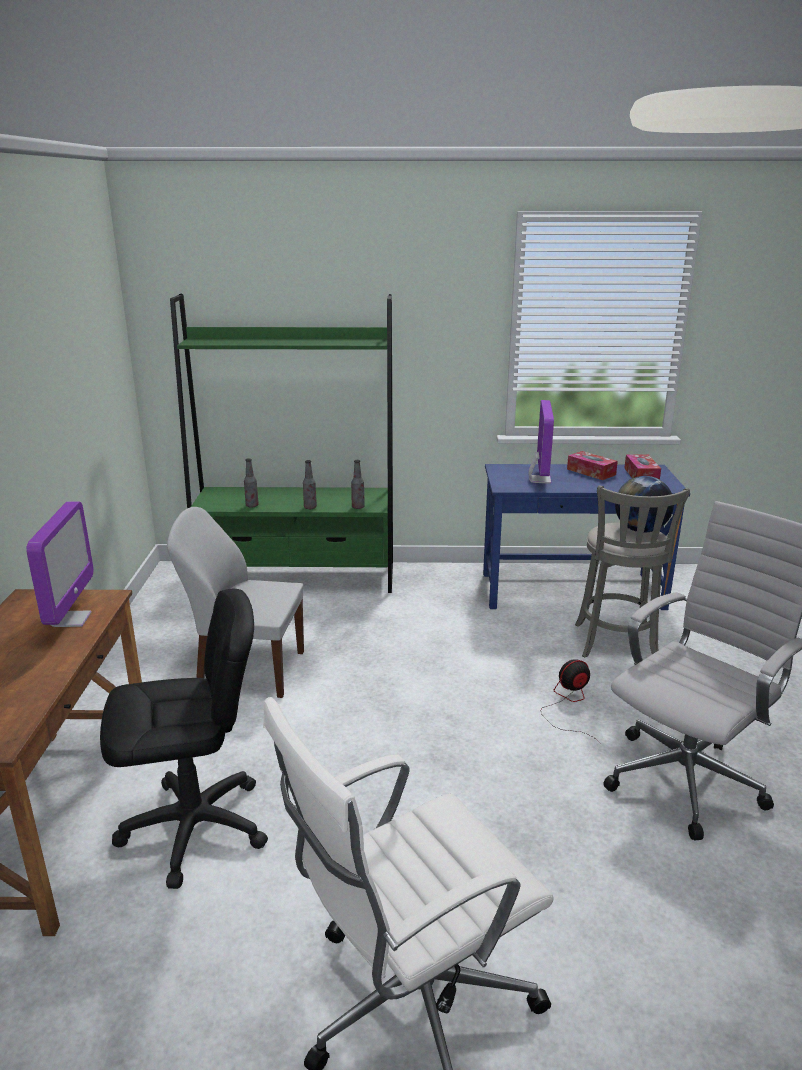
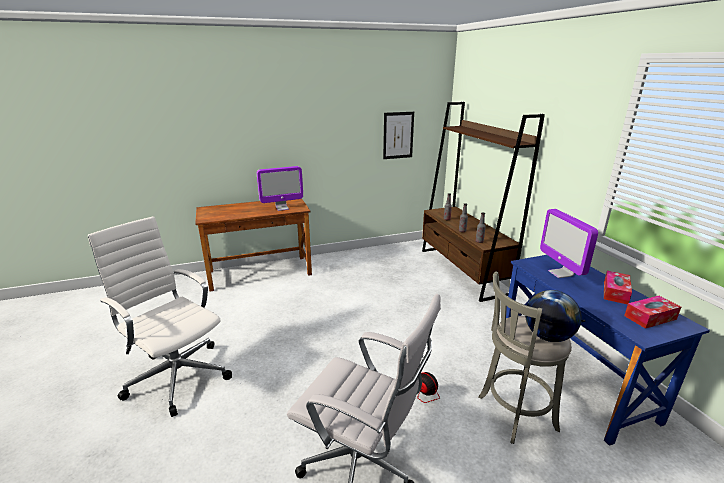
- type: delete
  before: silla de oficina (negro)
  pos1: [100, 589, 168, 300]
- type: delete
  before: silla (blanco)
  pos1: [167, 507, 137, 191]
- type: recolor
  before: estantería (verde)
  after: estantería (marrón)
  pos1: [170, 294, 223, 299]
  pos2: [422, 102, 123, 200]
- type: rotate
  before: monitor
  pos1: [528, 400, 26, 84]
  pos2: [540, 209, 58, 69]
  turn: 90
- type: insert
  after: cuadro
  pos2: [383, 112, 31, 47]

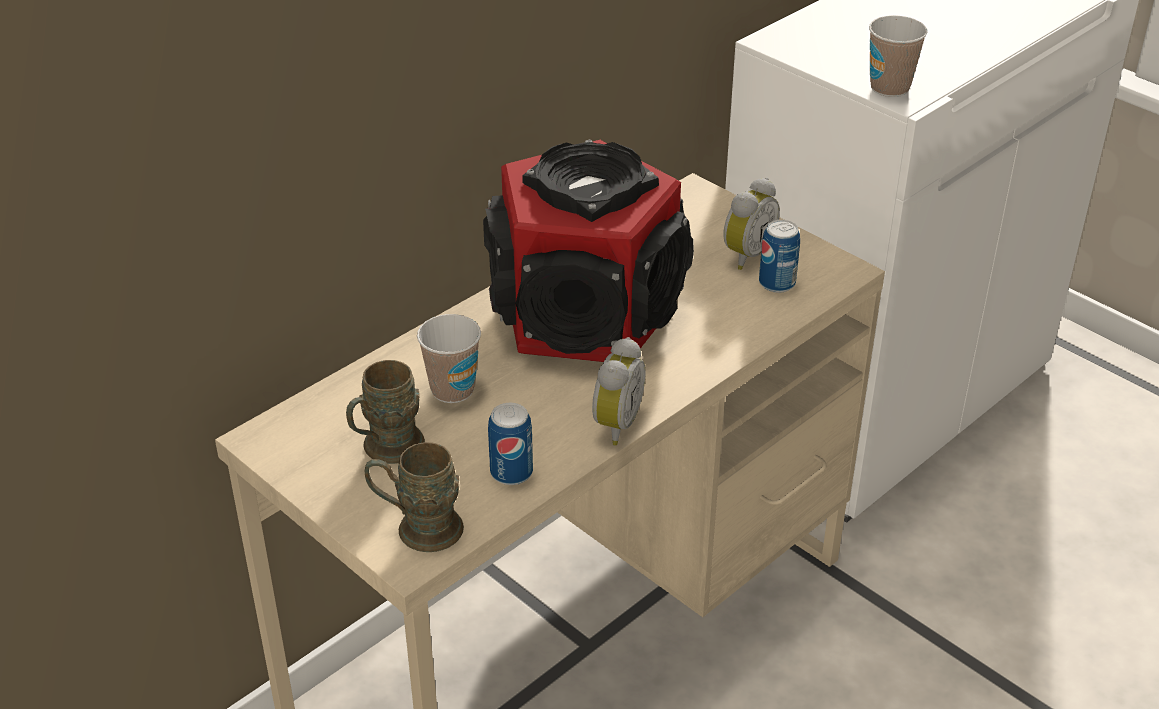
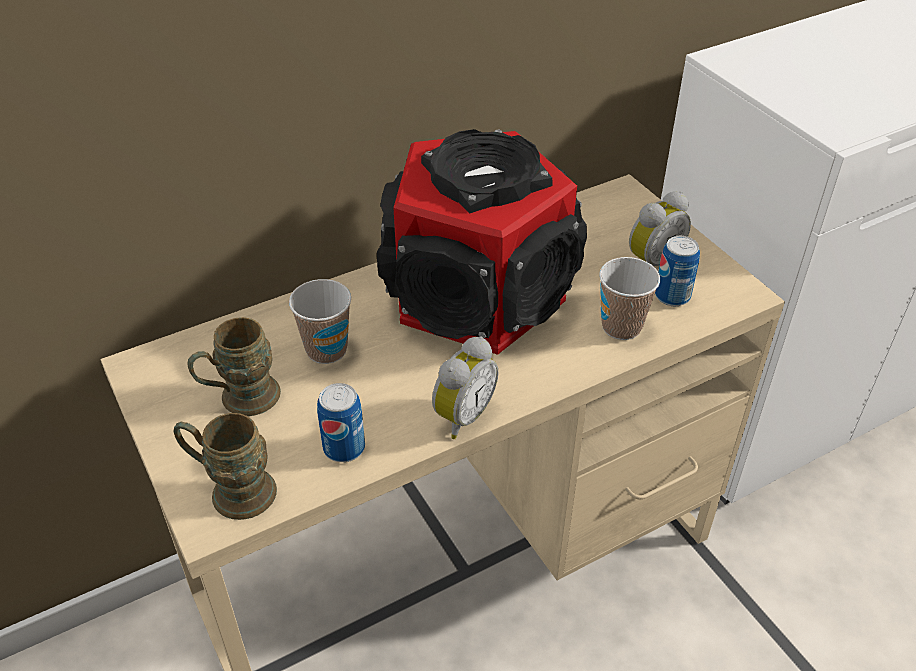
- type: move
  before: taza
  pos1: [869, 16, 59, 81]
  pos2: [599, 257, 61, 83]

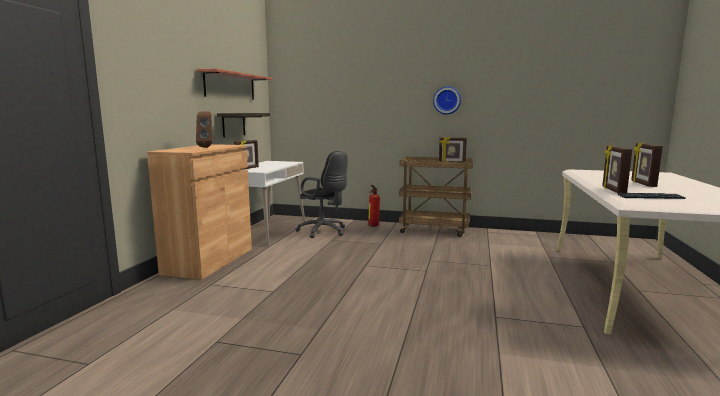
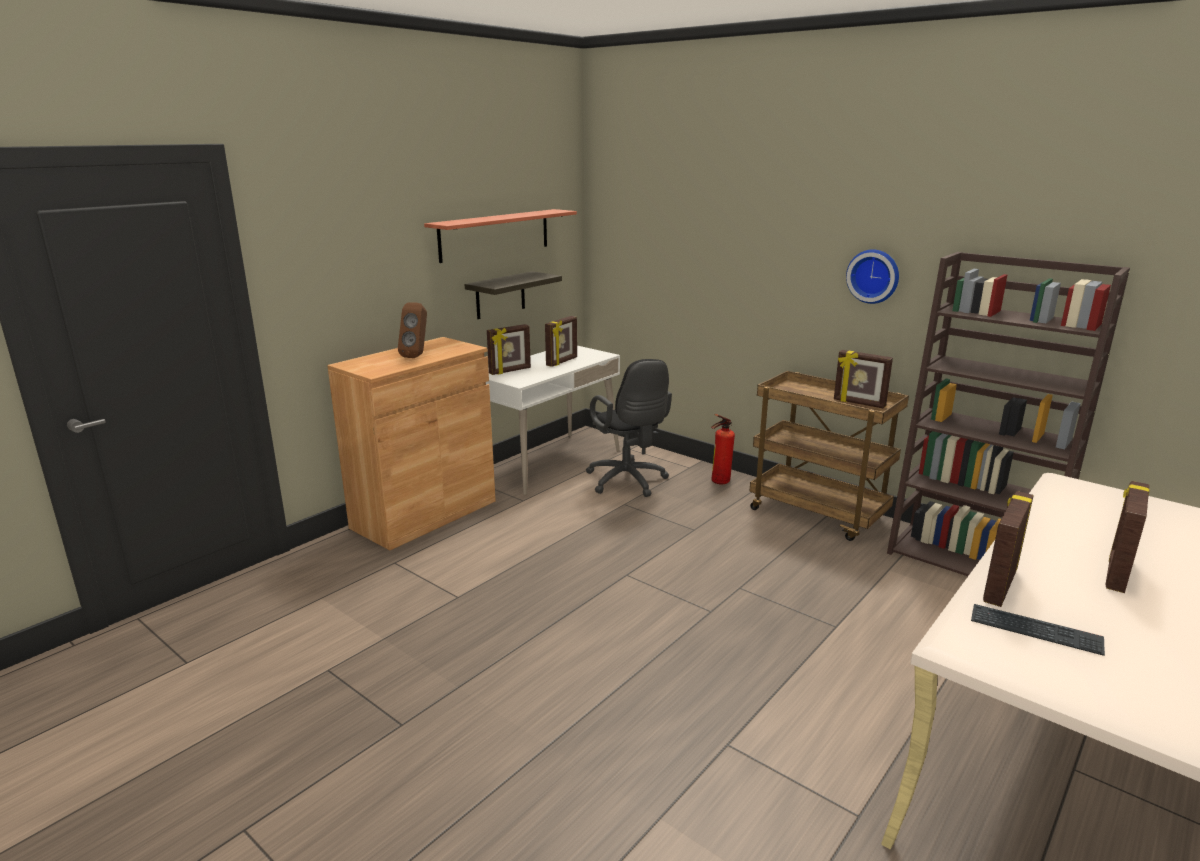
- type: insert
  after: portarretratos
  pos2: [545, 316, 32, 51]
- type: insert
  after: estantería (marrón)
  pos2: [887, 252, 243, 324]

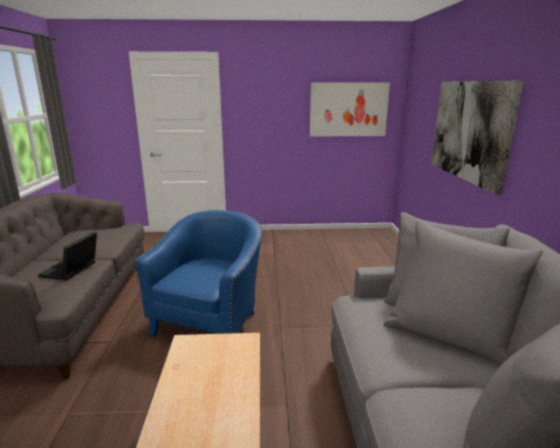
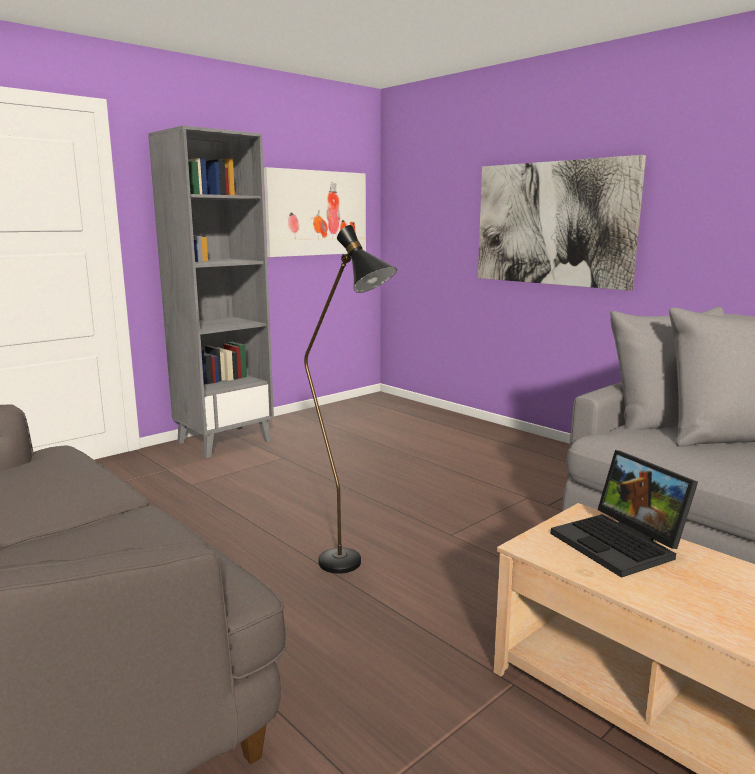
- type: move
  before: portátil
  pos1: [38, 232, 59, 49]
  pos2: [551, 450, 147, 128]
- type: replace
  before: sillón (azul)
  after: lámpara de pie (negro)
  pos1: [135, 210, 127, 127]
  pos2: [304, 225, 93, 349]
- type: insert
  after: estantería (gris)
  pos2: [148, 125, 126, 333]

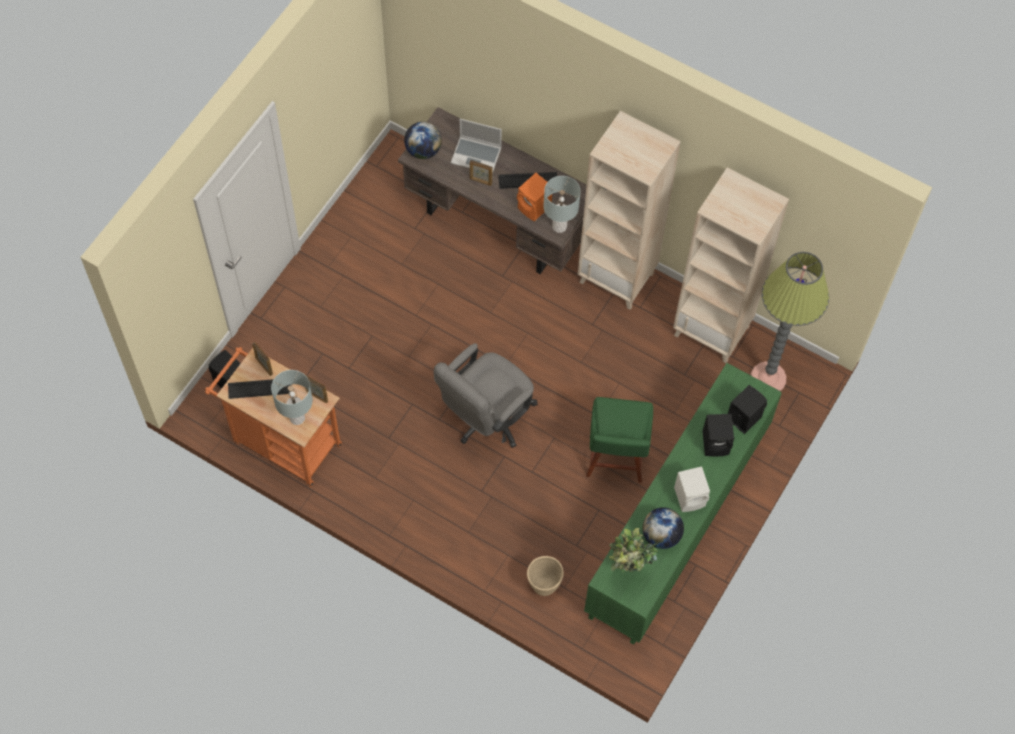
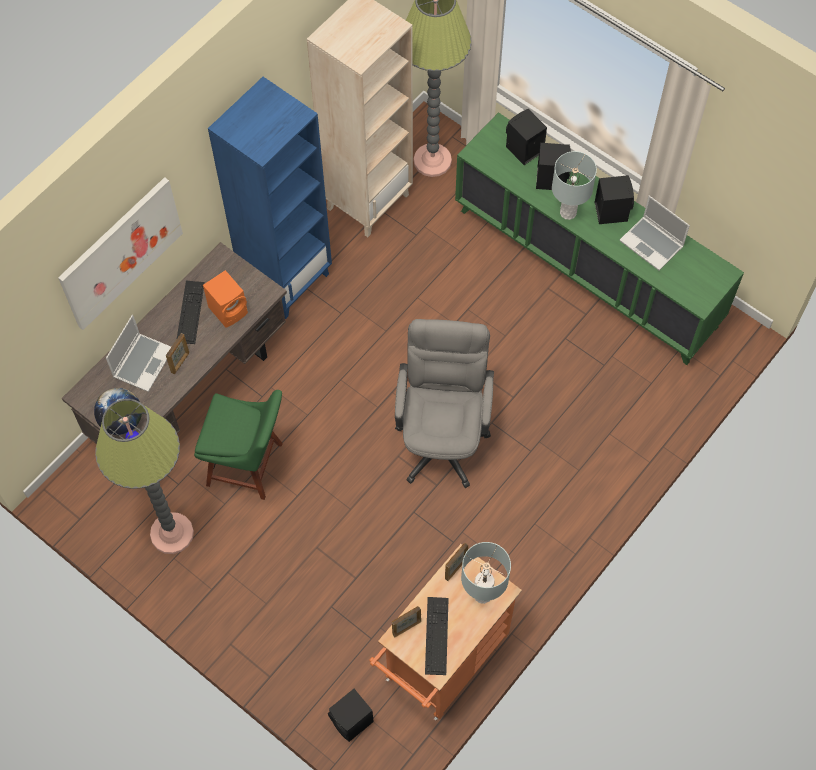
- type: rotate
  before: silla de oficina (gris)
  pos1: [434, 343, 104, 105]
  pos2: [395, 319, 99, 169]
  turn: -135
- type: delete
  before: maceta (beis)
  pos1: [527, 556, 37, 40]
- type: move
  before: lámpara de mesa (gris)
  pos1: [543, 176, 38, 57]
  pos2: [552, 151, 45, 69]
- type: recolor
  before: estantería (beis)
  after: estantería (azul)
  pos1: [578, 111, 103, 199]
  pos2: [208, 77, 124, 242]
- type: move
  before: silla (verde)
  pos1: [586, 397, 67, 86]
  pos2: [194, 390, 89, 110]
- type: delete
  before: planta en maceta
  pos1: [609, 528, 49, 45]
- type: replace
  before: globo terráqueo
  after: portátil
  pos1: [642, 507, 42, 42]
  pos2: [619, 195, 71, 76]
- type: recolor
  before: altavoz (blanco)
  after: altavoz (negro)
  pos1: [674, 466, 36, 46]
  pos2: [595, 175, 39, 49]
- type: insert
  after: cuadro
  pos2: [58, 177, 125, 153]
- type: insert
  after: lámpara de pie
  pos2: [95, 399, 99, 155]

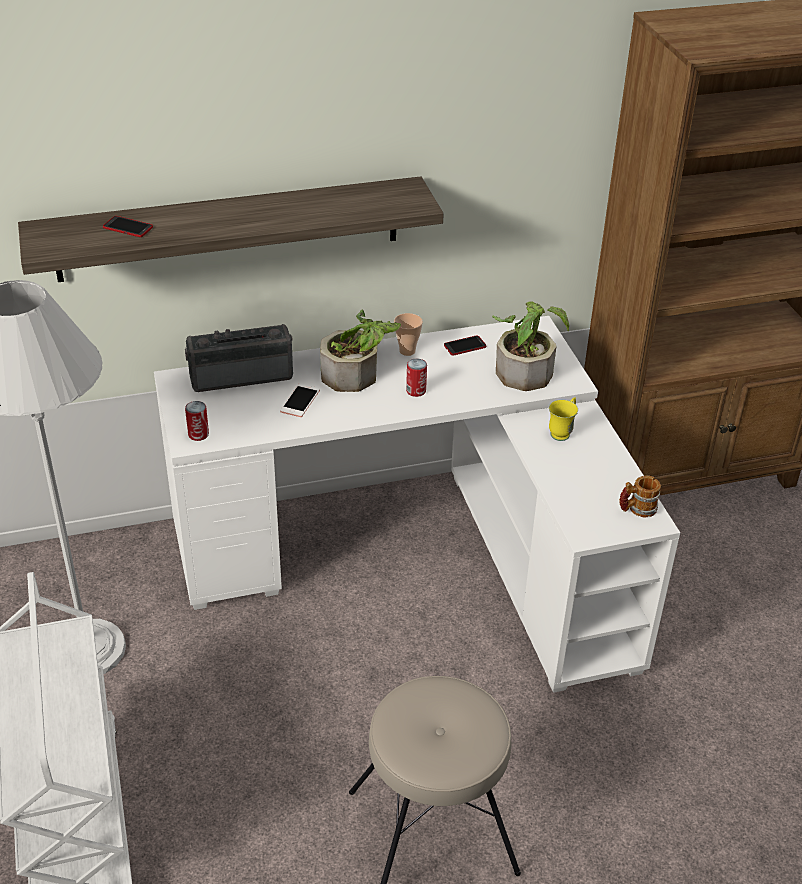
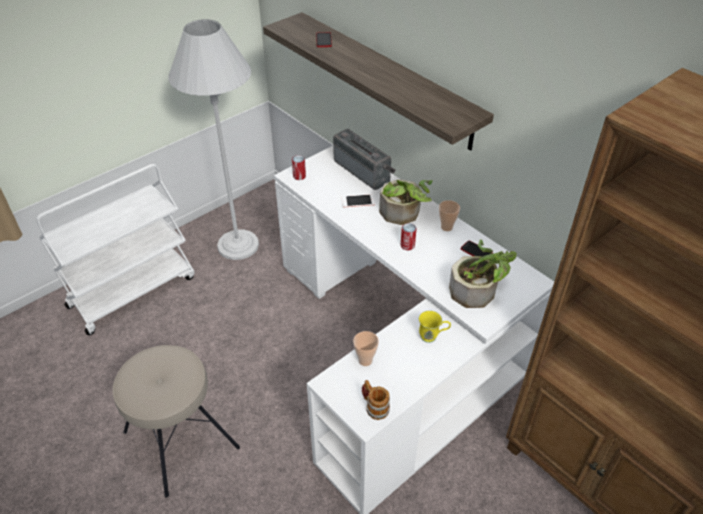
- type: insert
  after: taza
  pos2: [353, 331, 26, 35]

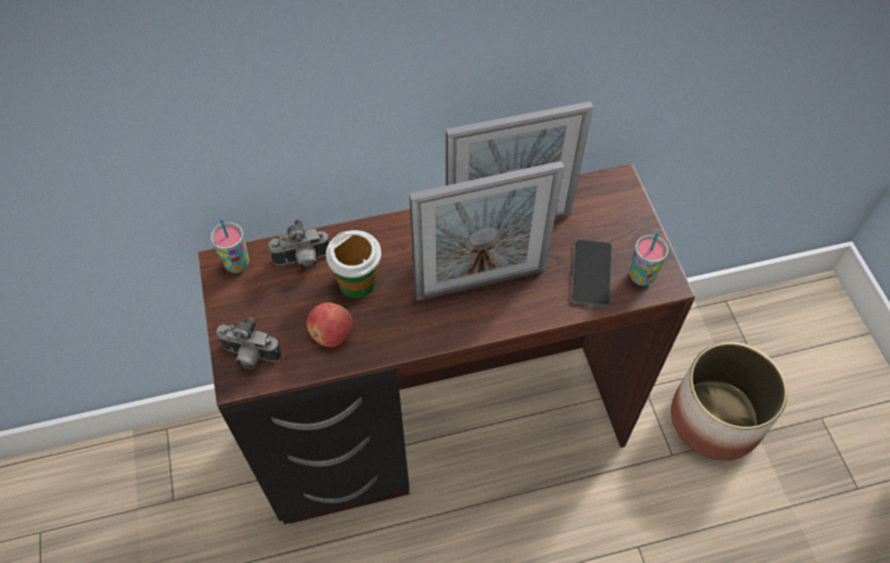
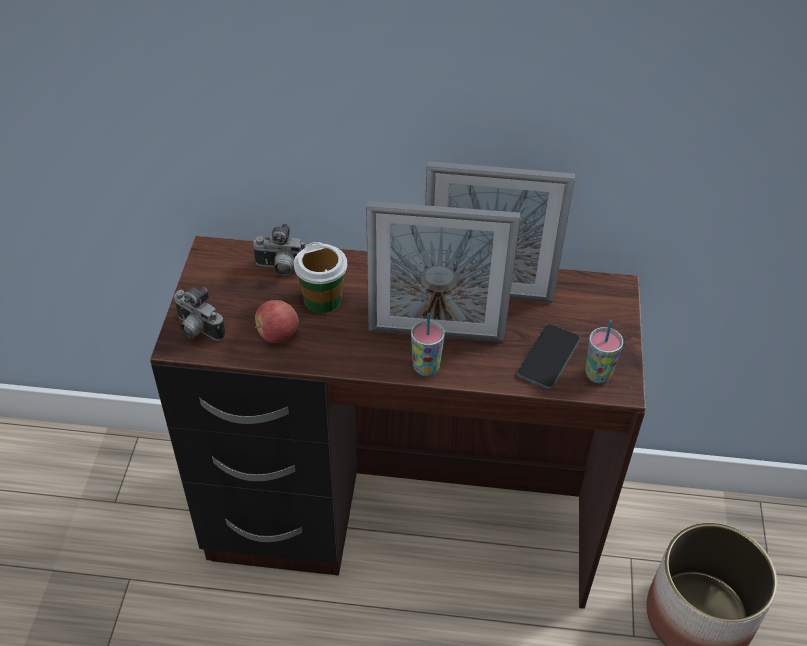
- type: move
  before: taza
  pos1: [211, 219, 38, 54]
  pos2: [411, 313, 34, 63]

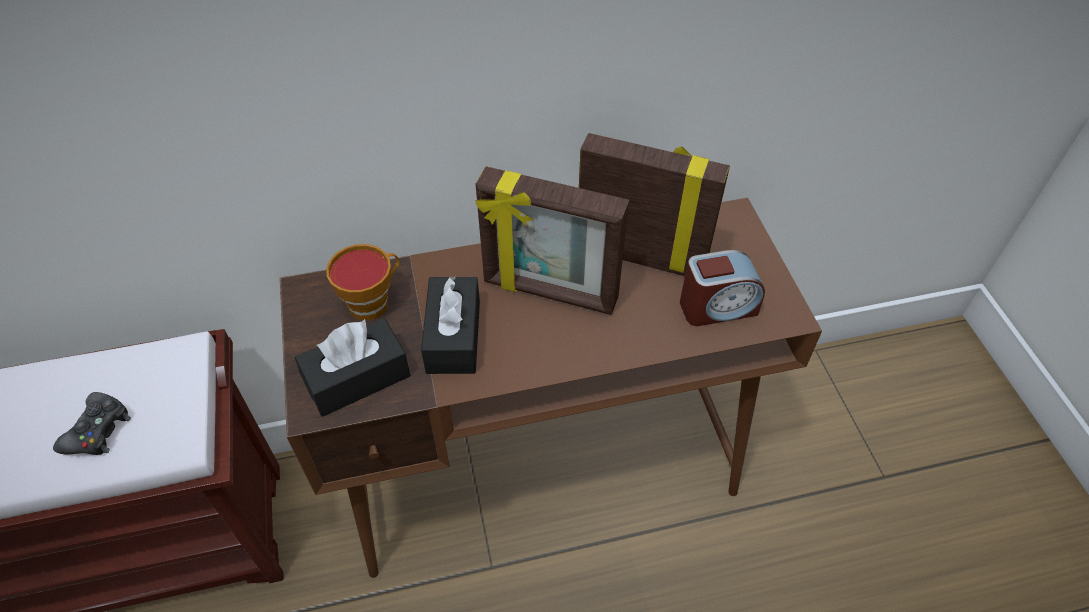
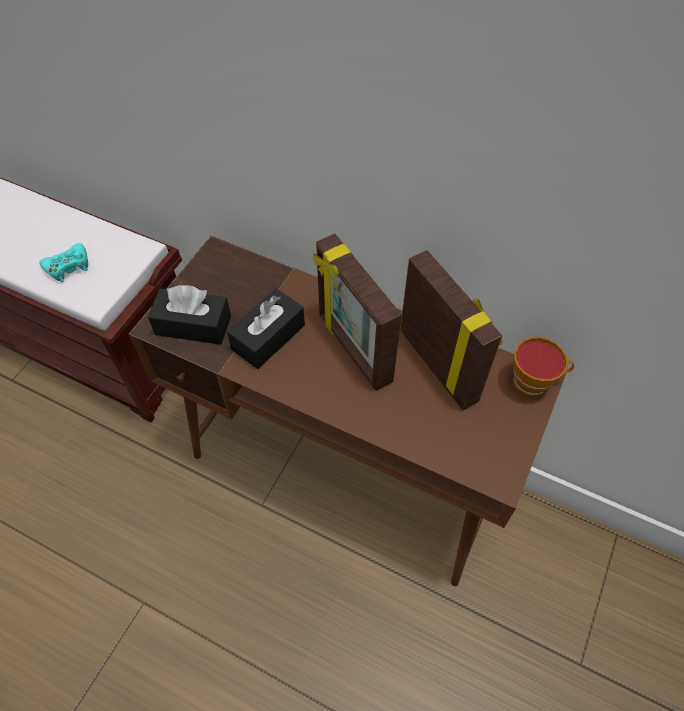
- type: recolor
  before: mando de consola (negro)
  after: mando de consola (turquesa)
  pos1: [53, 392, 78, 63]
  pos2: [39, 243, 49, 39]
- type: move
  before: taza
  pos1: [326, 244, 74, 77]
  pos2: [513, 337, 61, 61]
- type: delete
  before: despertador
  pos1: [680, 250, 85, 76]

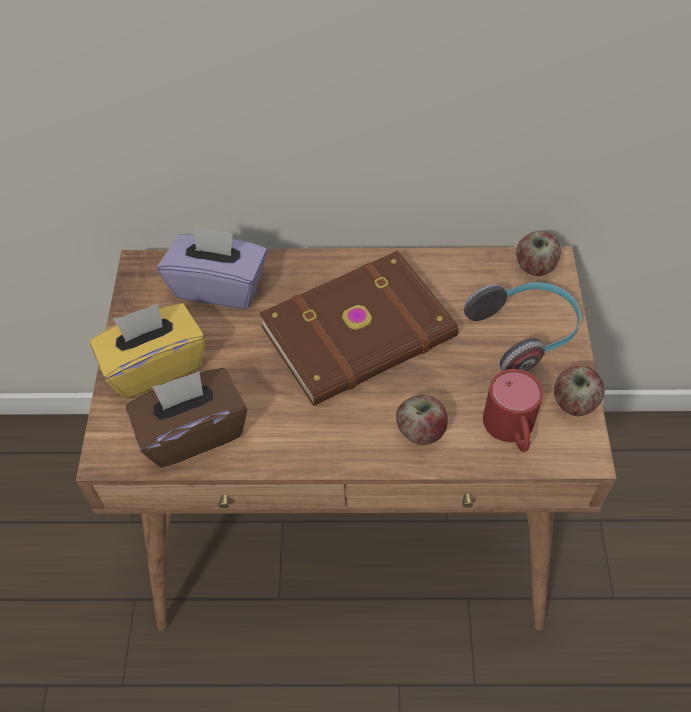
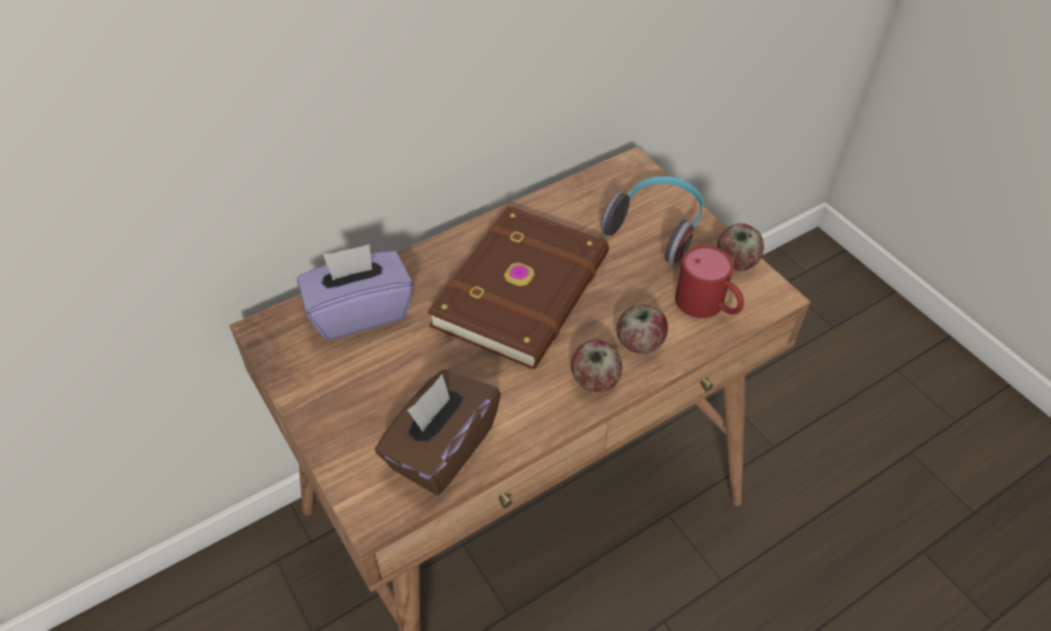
- type: delete
  before: caja de pañuelos (amarillo)
  pos1: [90, 303, 115, 96]
- type: move
  before: manzana
  pos1: [516, 231, 45, 45]
  pos2: [571, 340, 51, 52]

